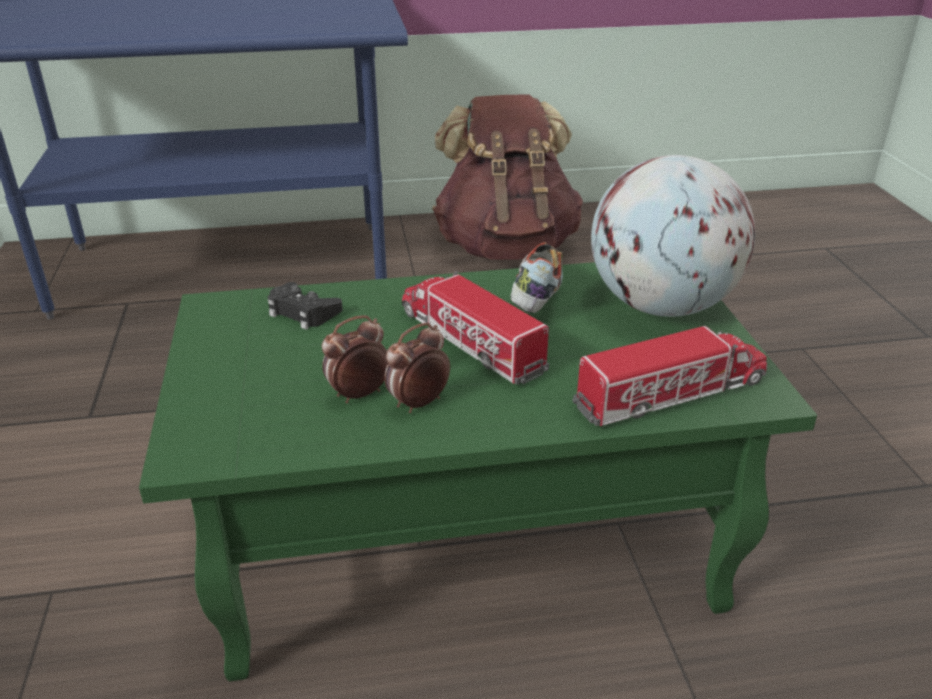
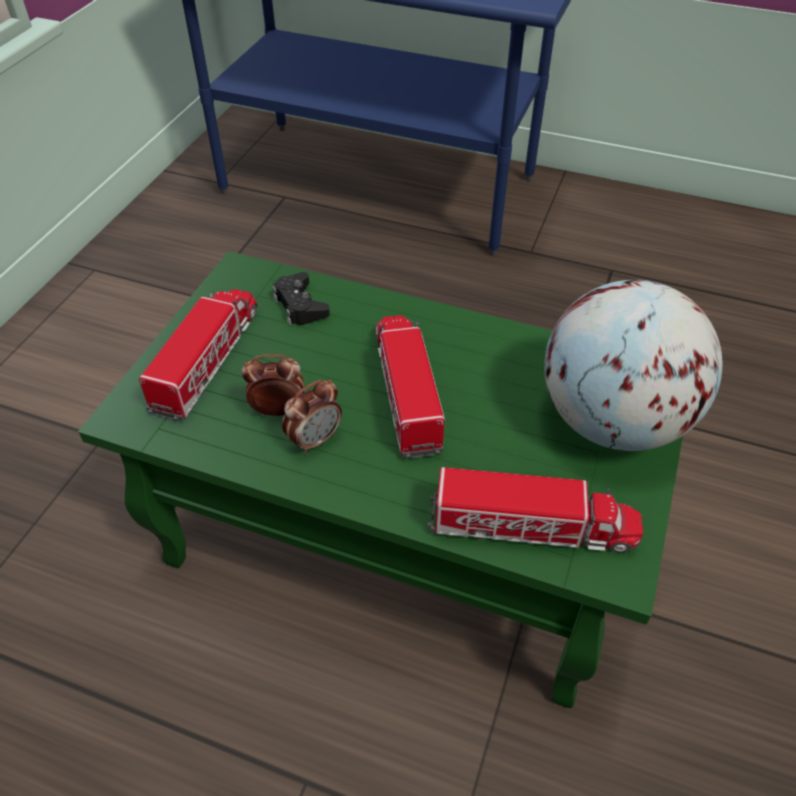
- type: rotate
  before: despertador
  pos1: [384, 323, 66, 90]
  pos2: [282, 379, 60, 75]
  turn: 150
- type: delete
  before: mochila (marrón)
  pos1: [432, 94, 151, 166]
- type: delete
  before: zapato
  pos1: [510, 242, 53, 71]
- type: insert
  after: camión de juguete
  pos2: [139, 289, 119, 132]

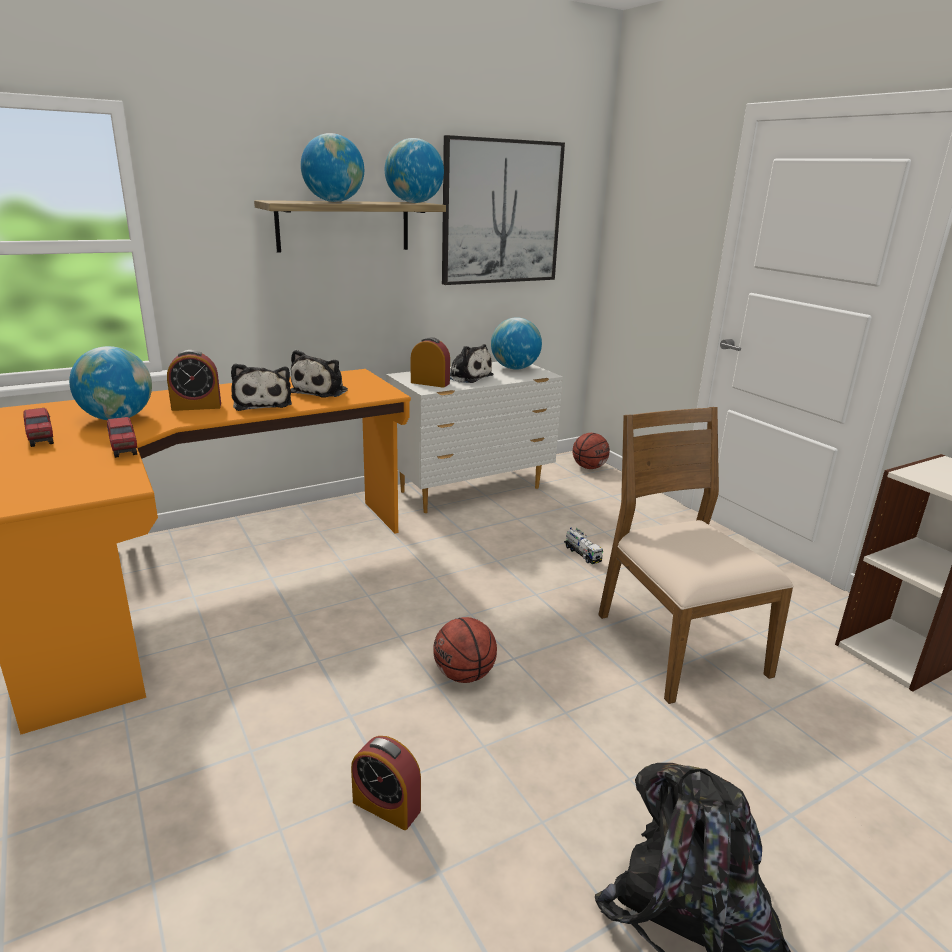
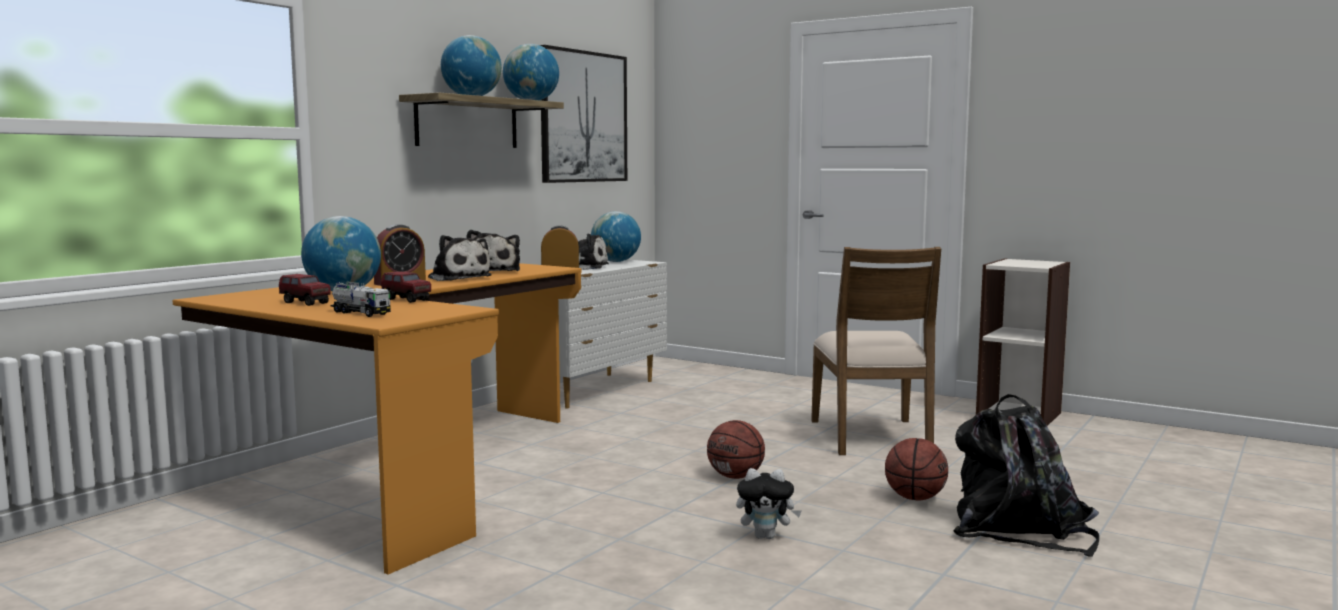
- type: replace
  before: despertador
  after: peluche
  pos1: [351, 736, 70, 94]
  pos2: [736, 468, 65, 71]
- type: move
  before: camión de juguete
  pos1: [564, 528, 39, 36]
  pos2: [330, 281, 61, 36]
- type: move
  before: balón de baloncesto
  pos1: [573, 433, 37, 36]
  pos2: [885, 438, 63, 62]
- type: rotate
  before: silla (marrón)
  pos1: [598, 407, 196, 297]
  pos2: [811, 247, 130, 208]
  turn: -135

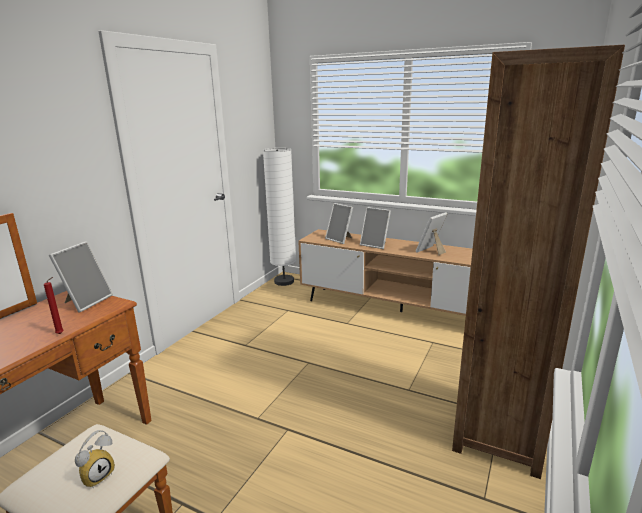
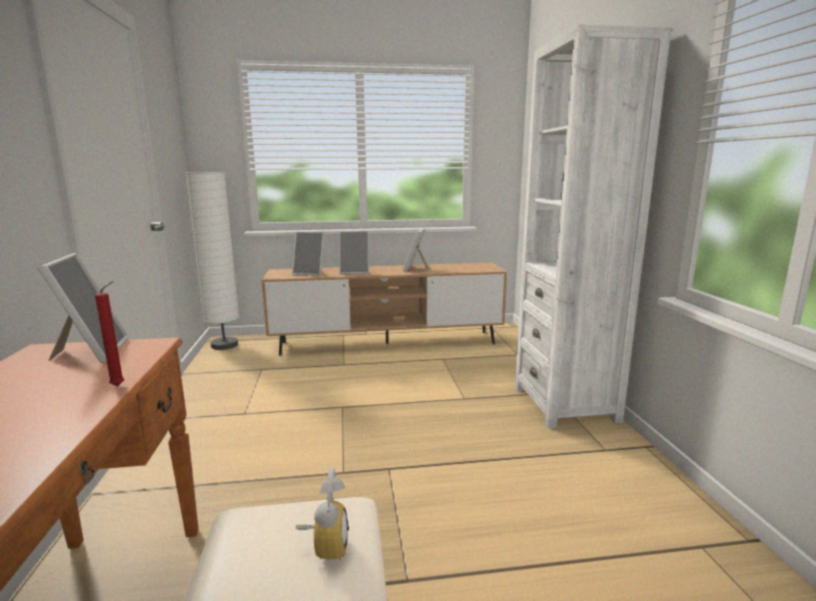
- type: recolor
  before: estantería (marrón)
  after: estantería (blanco)
  pos1: [452, 45, 173, 434]
  pos2: [515, 24, 156, 405]

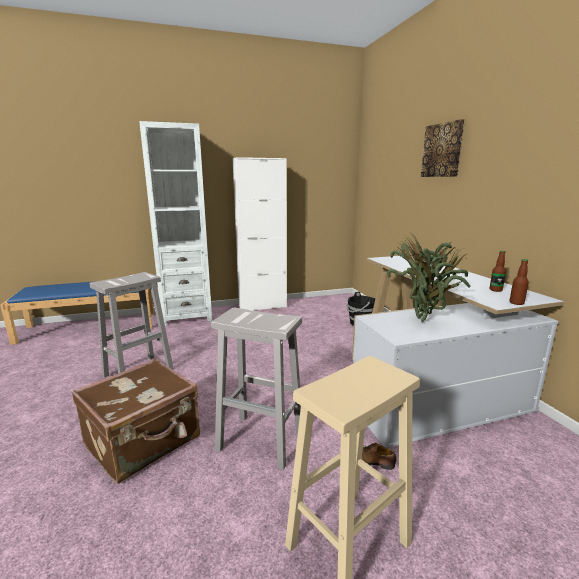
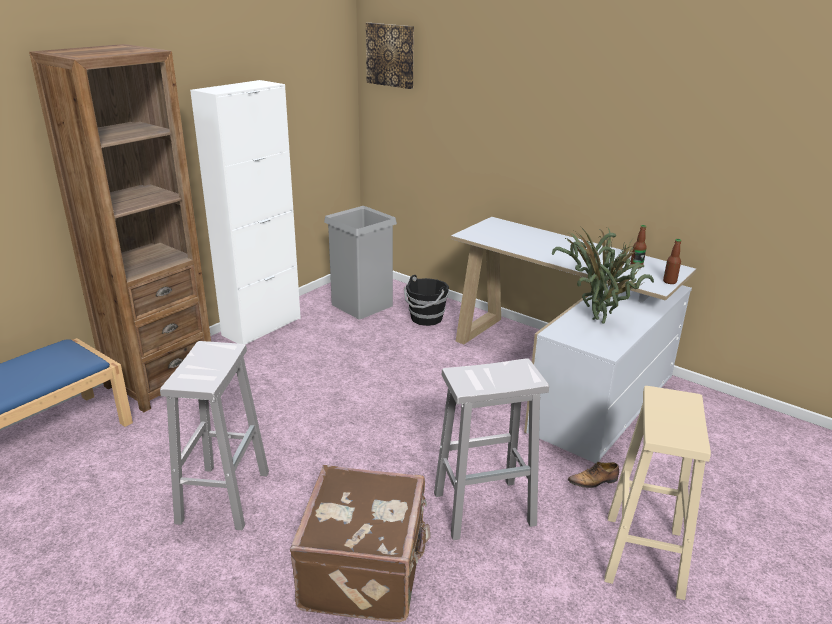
- type: recolor
  before: estantería (blanco)
  after: estantería (marrón)
  pos1: [139, 121, 73, 205]
  pos2: [29, 44, 182, 368]
- type: move
  before: cuadro
  pos1: [421, 119, 44, 58]
  pos2: [366, 23, 48, 66]
- type: insert
  after: papelera (gris)
  pos2: [324, 206, 73, 113]

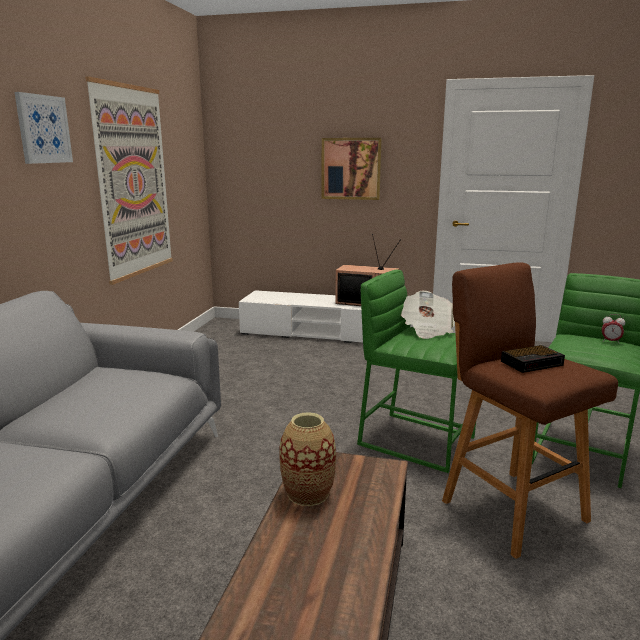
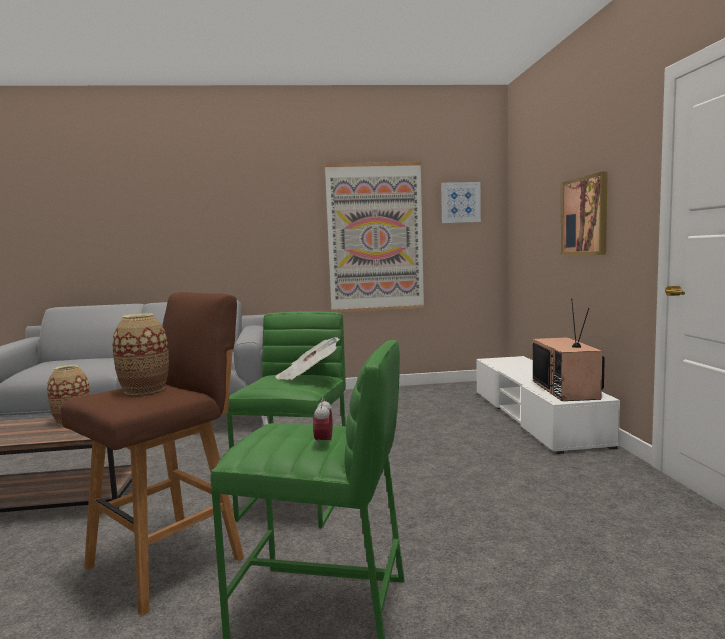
- type: move
  before: cuadro
  pos1: [15, 92, 58, 72]
  pos2: [441, 182, 40, 41]
- type: replace
  before: despertador
  after: florero
  pos1: [501, 345, 64, 28]
  pos2: [112, 313, 57, 82]

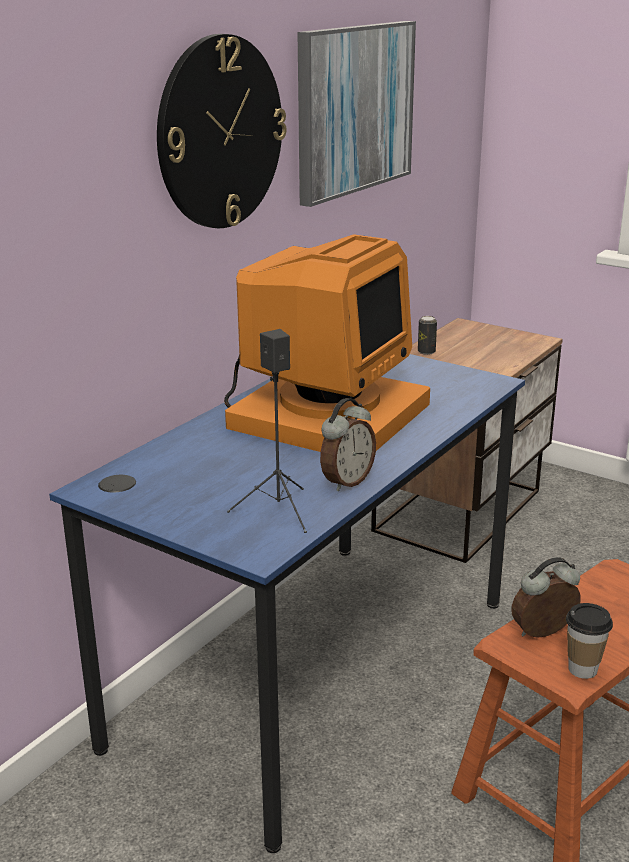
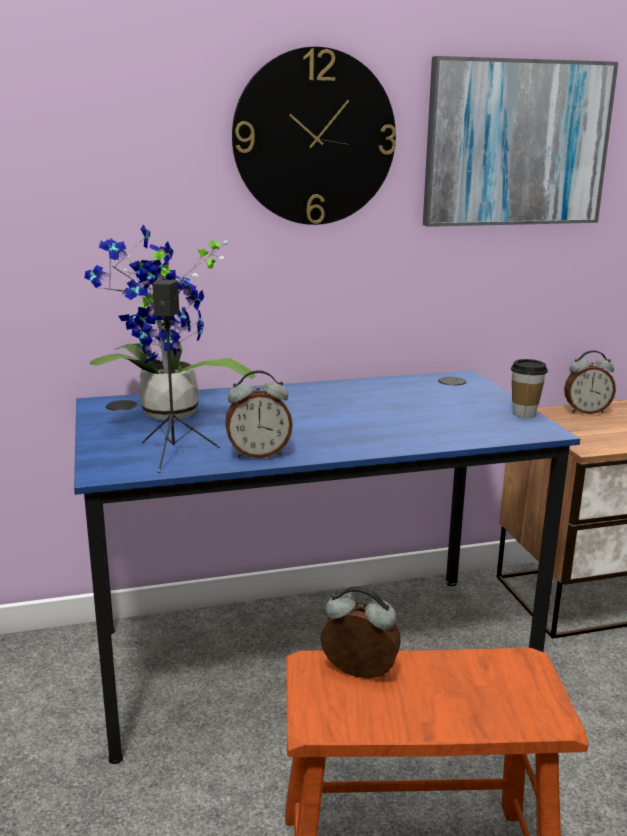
- type: delete
  before: monitor
  pos1: [224, 234, 206, 218]
- type: replace
  before: lata
  after: despertador
  pos1: [418, 316, 19, 39]
  pos2: [564, 350, 52, 64]
- type: move
  before: taza
  pos1: [566, 603, 47, 76]
  pos2: [511, 359, 37, 59]
- type: insert
  after: planta en maceta
  pos2: [85, 224, 171, 196]

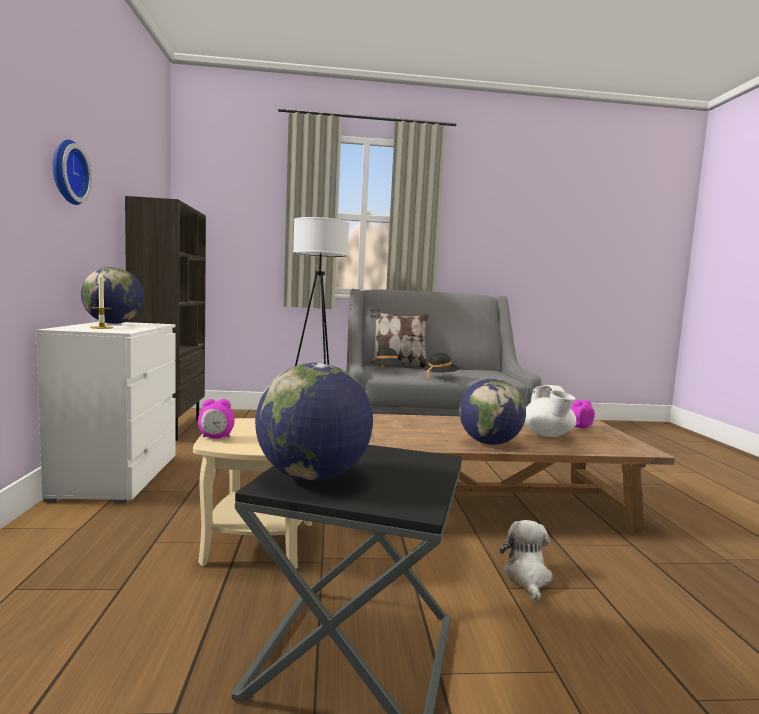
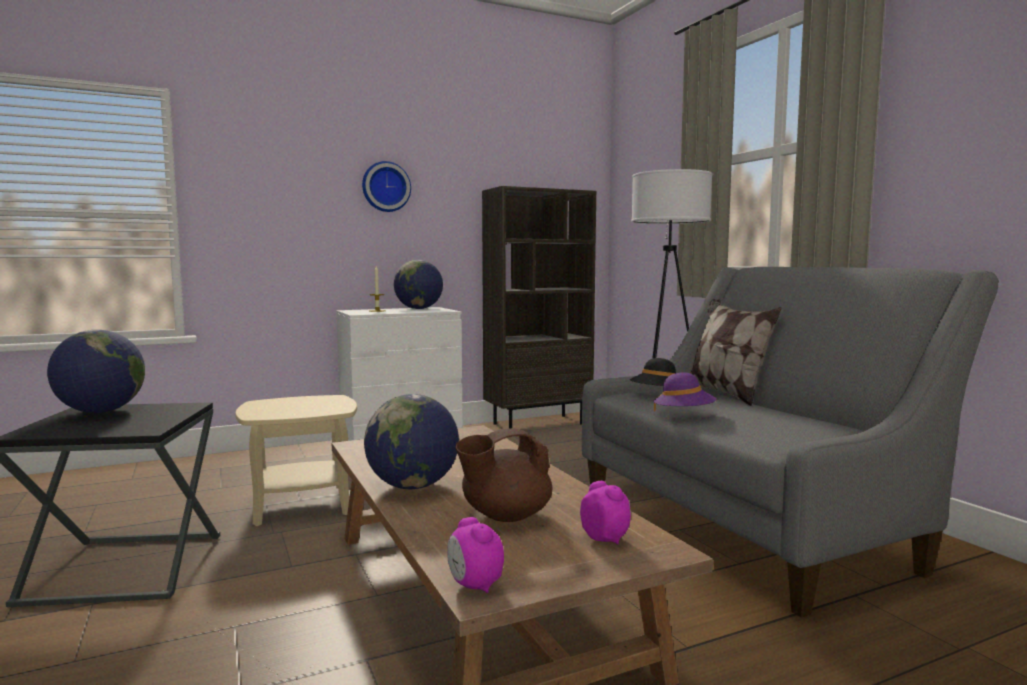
- type: move
  before: despertador
  pos1: [198, 399, 37, 40]
  pos2: [447, 517, 57, 76]
- type: recolor
  before: sombrero (negro)
  after: sombrero (morado)
  pos1: [423, 353, 36, 26]
  pos2: [654, 372, 62, 40]
- type: delete
  before: peluche
  pos1: [500, 520, 53, 82]
- type: recolor
  before: tetera (blanco)
  after: tetera (marrón)
  pos1: [525, 385, 51, 52]
  pos2: [456, 428, 96, 94]

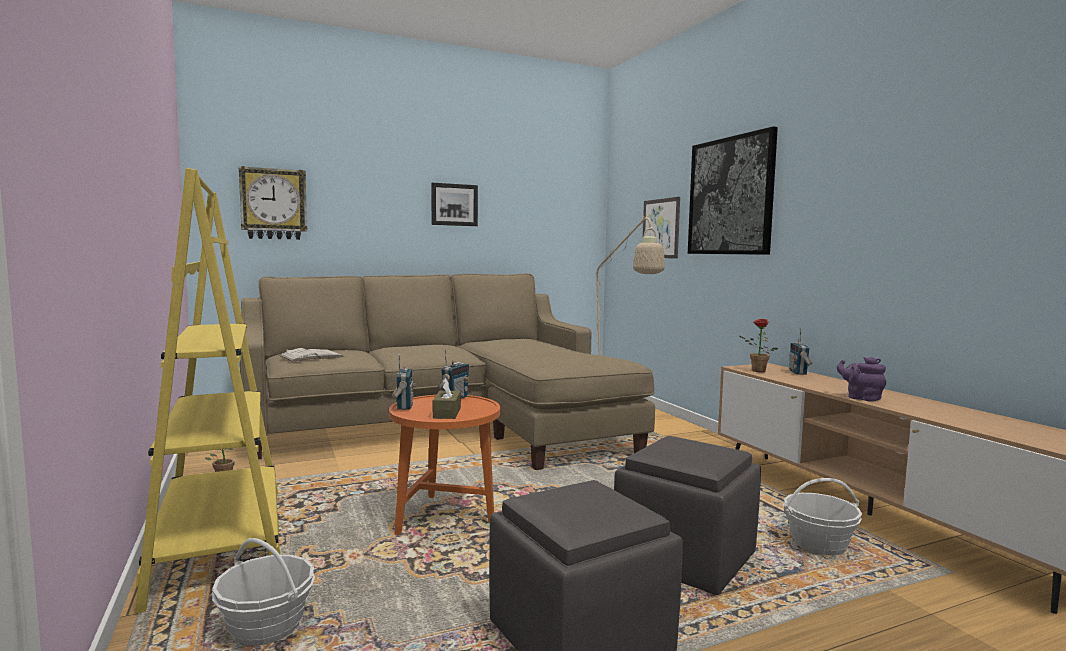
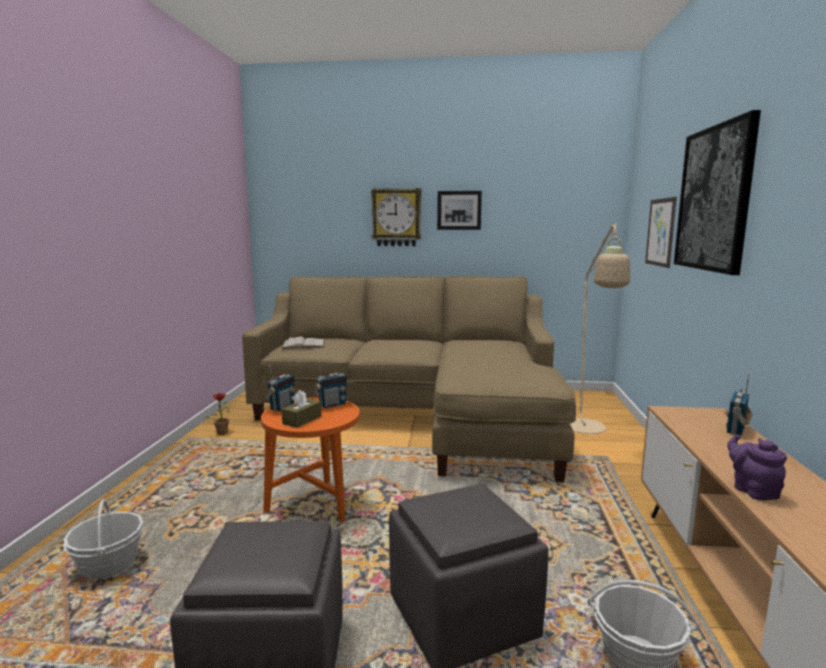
- type: delete
  before: estantería (amarillo)
  pos1: [135, 168, 145, 445]
- type: move
  before: reloj de pared
  pos1: [239, 166, 68, 74]
  pos2: [371, 188, 50, 58]
- type: delete
  before: planta en maceta
  pos1: [739, 319, 39, 53]

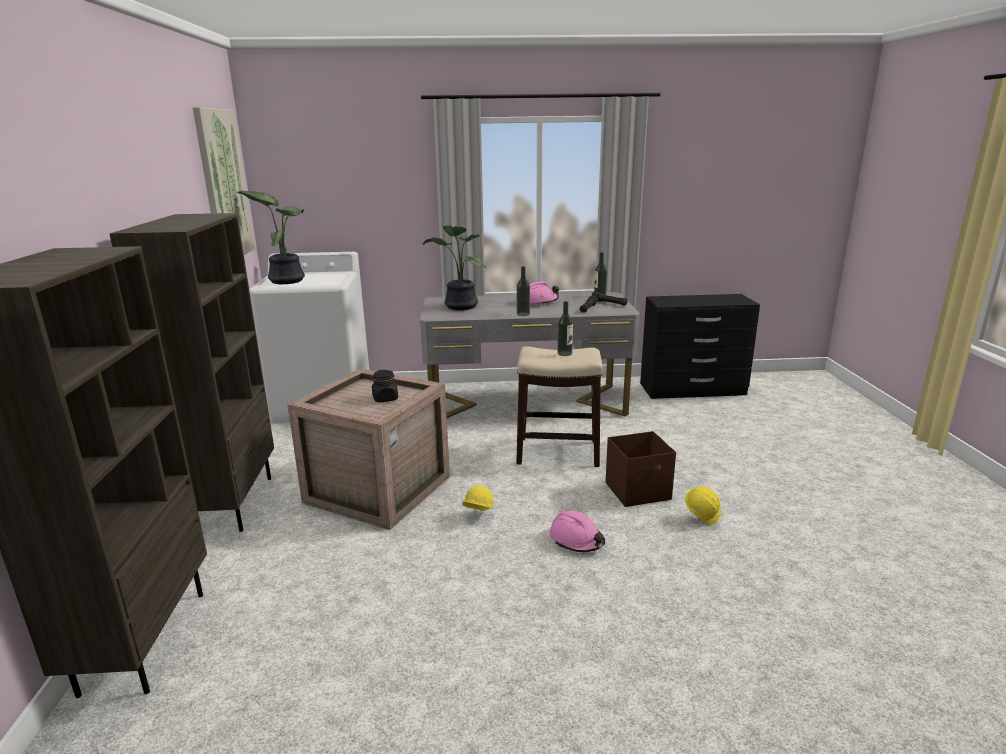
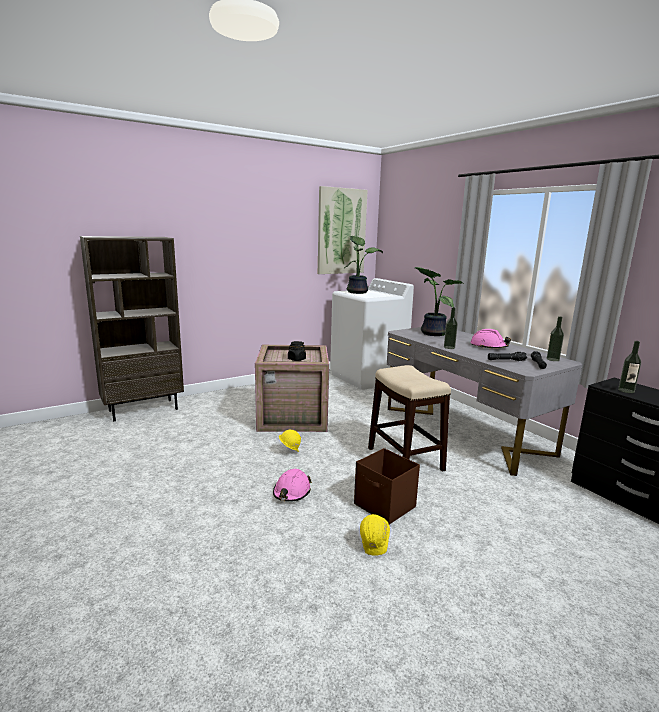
- type: delete
  before: estantería (marrón)
  pos1: [110, 213, 164, 319]
- type: move
  before: botella
  pos1: [557, 301, 16, 55]
  pos2: [618, 341, 23, 52]

